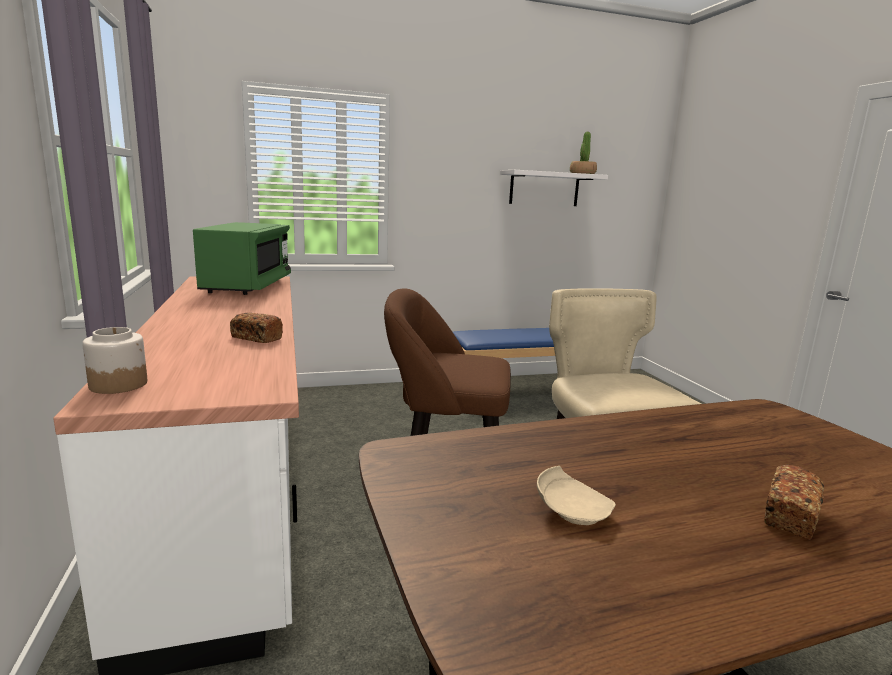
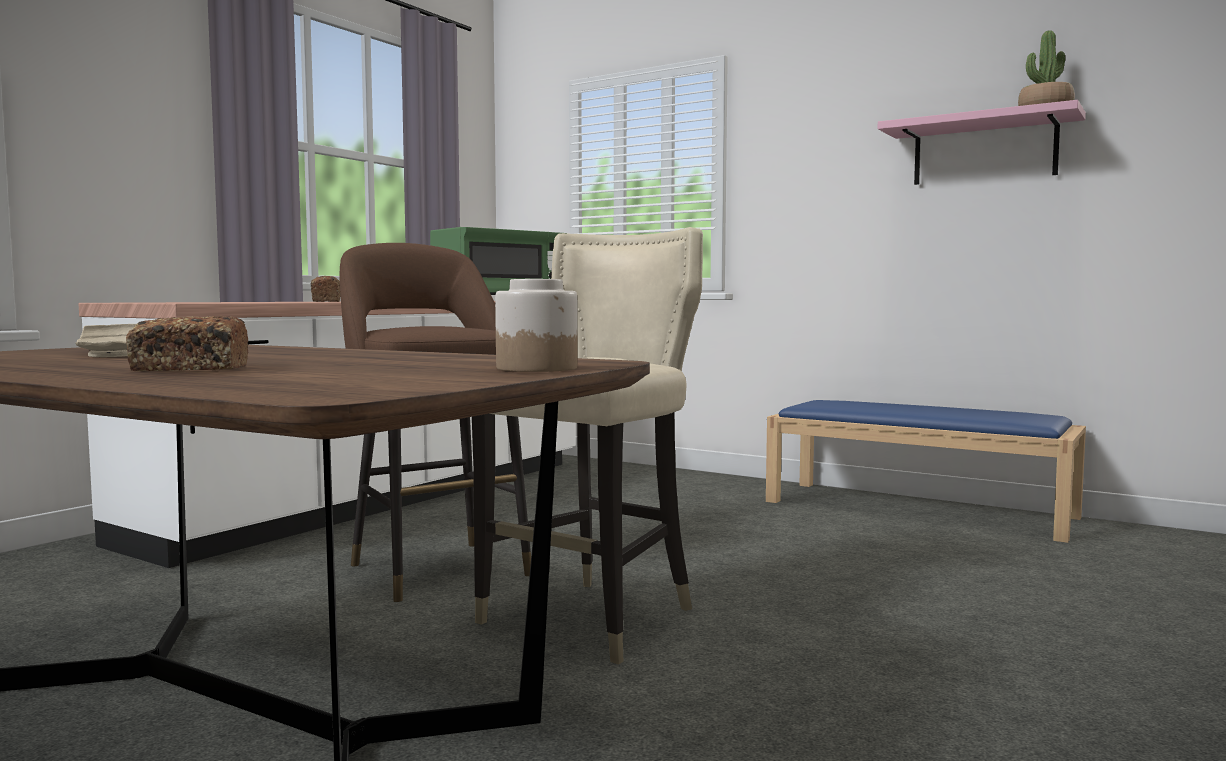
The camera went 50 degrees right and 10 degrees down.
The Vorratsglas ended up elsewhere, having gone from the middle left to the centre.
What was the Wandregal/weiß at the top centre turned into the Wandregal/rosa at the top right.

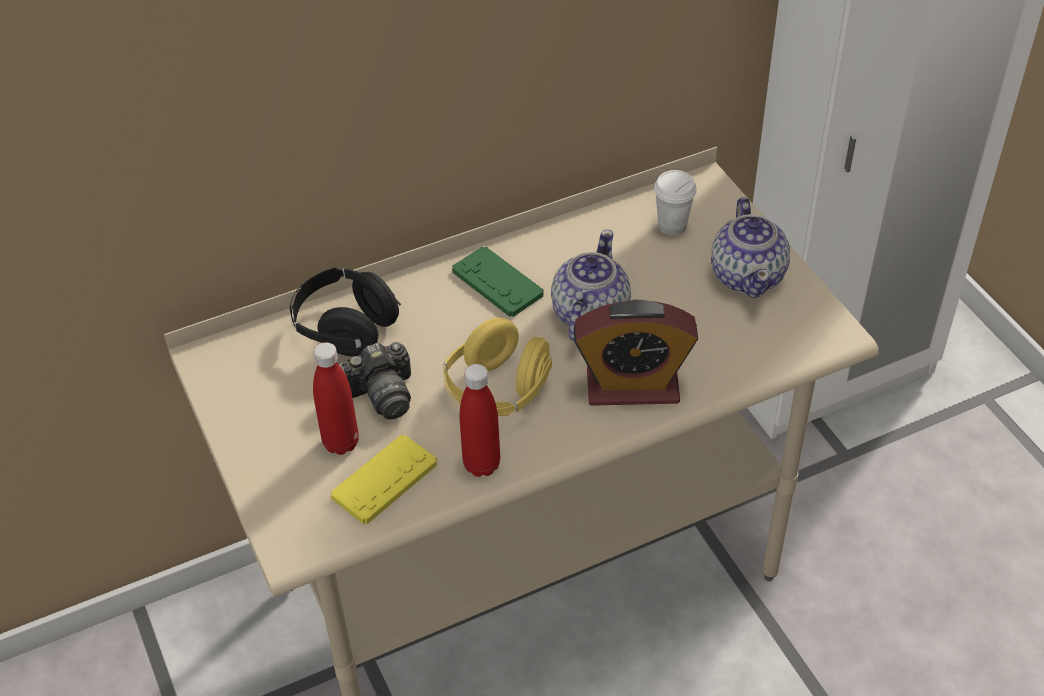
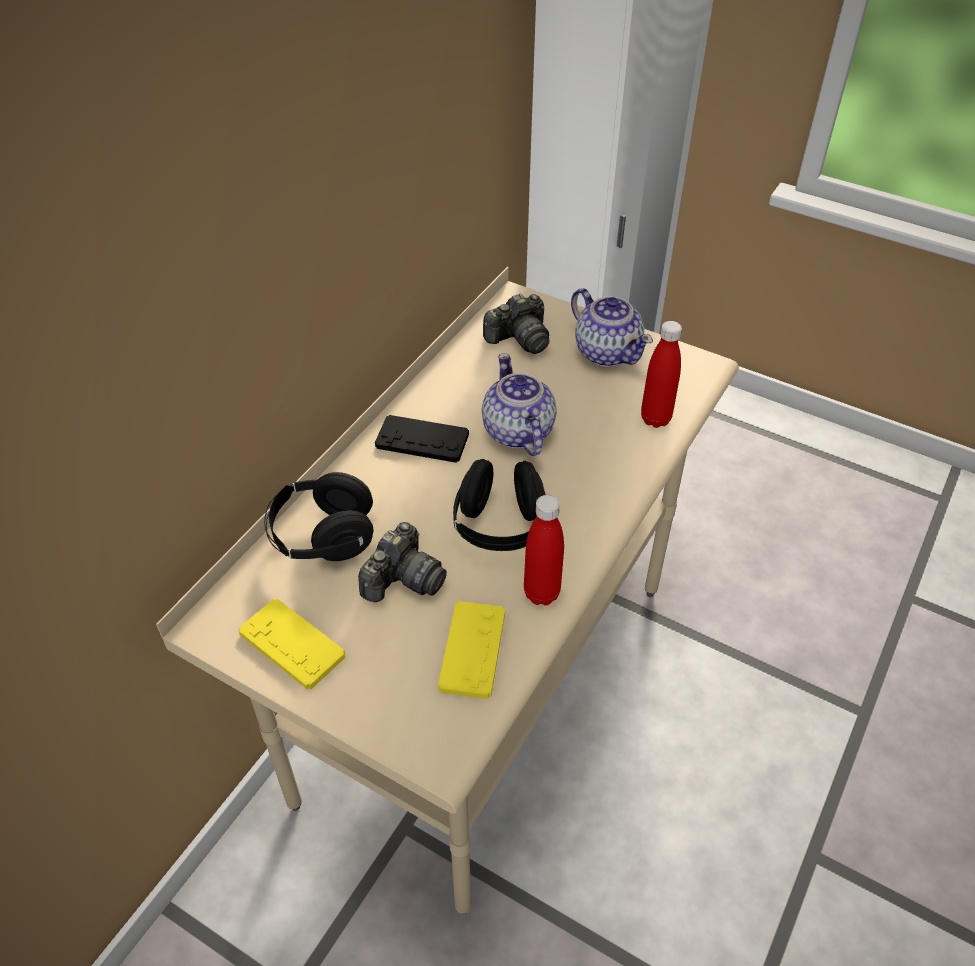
The camera went 35 degrees left and 0 degrees up.
The second view gained the Gamepad/gelb (1st from left) at the bottom left.
What was the Gamepad/grün at the centre turned into the Gamepad/schwarz at the centre.
What was the Kopfhörer/gelb at the centre turned into the Kopfhörer/schwarz (2nd from left) at the centre.
Where the Tasse/weiß stood at the top centre, the Kamera (2nd from left) came to stand at the centre.
The Flasche/rot (1st from left in the first image) ended up elsewhere, having gone from the middle left to the middle right.
The second view lost the Wecker at the centre.

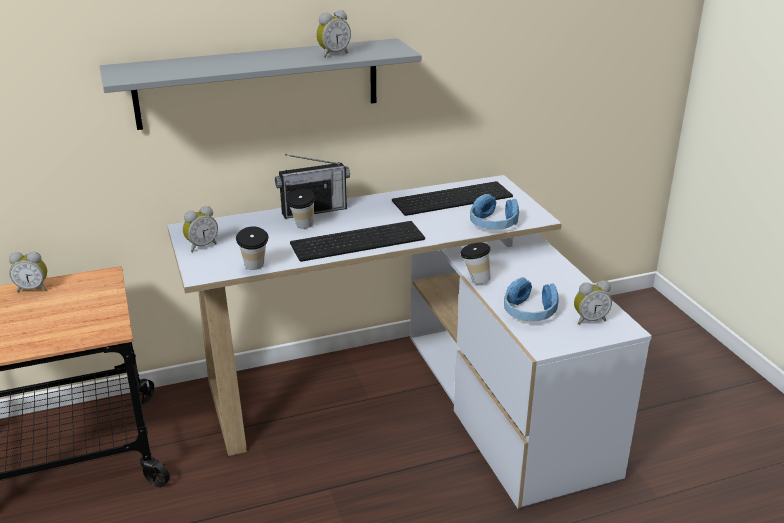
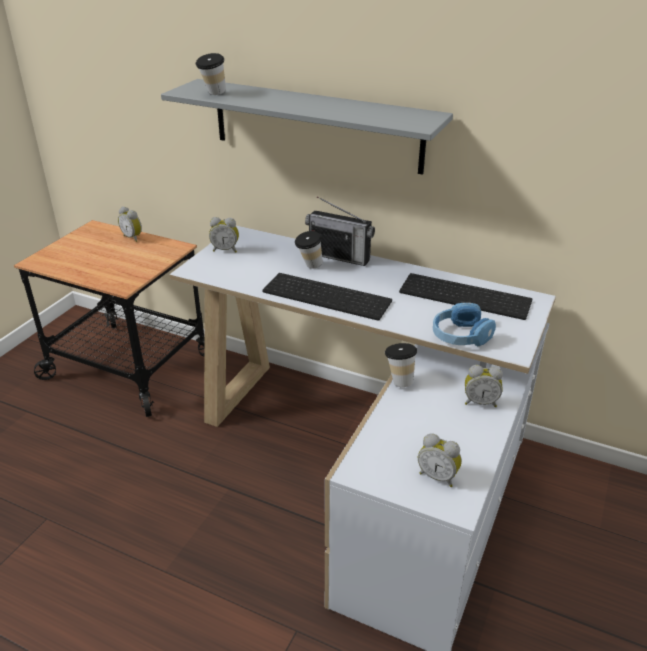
The camera went 45 degrees right and 5 degrees up.
The Tasse (1st from left) ended up elsewhere, having gone from the middle left to the top left.
The Wecker (3rd from left in the first image) ended up elsewhere, having gone from the top centre to the middle right.
The second view lost the Kopfhörer/blau (2nd from left) at the middle right.

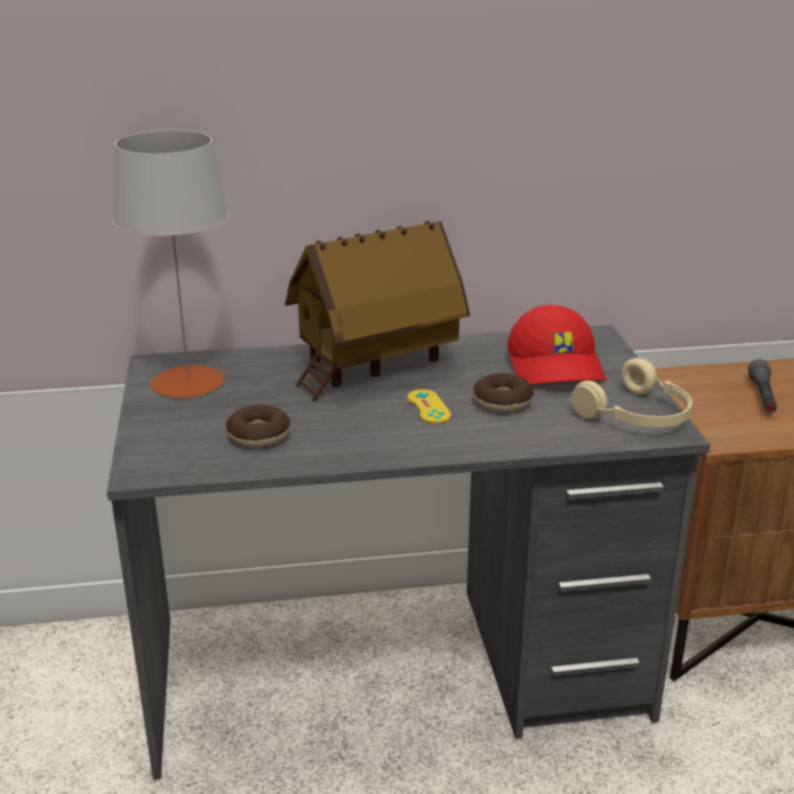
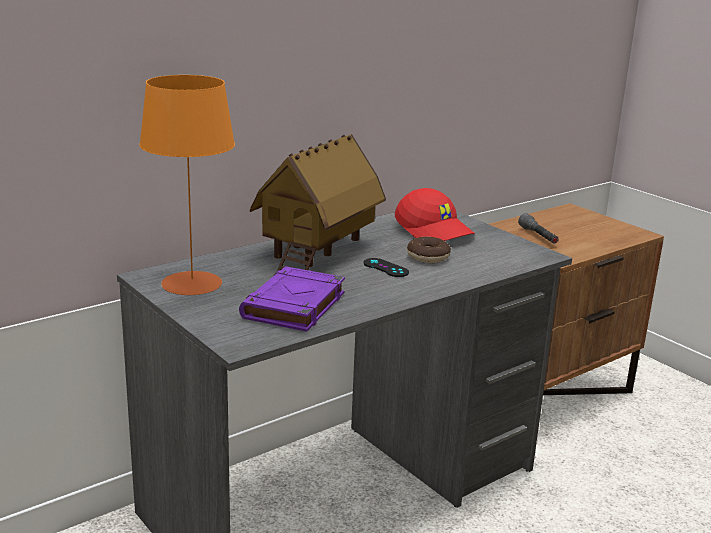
The camera went 30 degrees left and 5 degrees down.
What was the Tischlampe/grau at the top left turned into the Tischlampe/orange at the middle left.
Where the Donut (1st from left) stood at the middle left, the Buch/lila came to stand at the centre.
What was the Gamepad/gelb at the centre turned into the Gamepad/schwarz at the centre.
The second view lost the Kopfhörer/beige at the middle right.

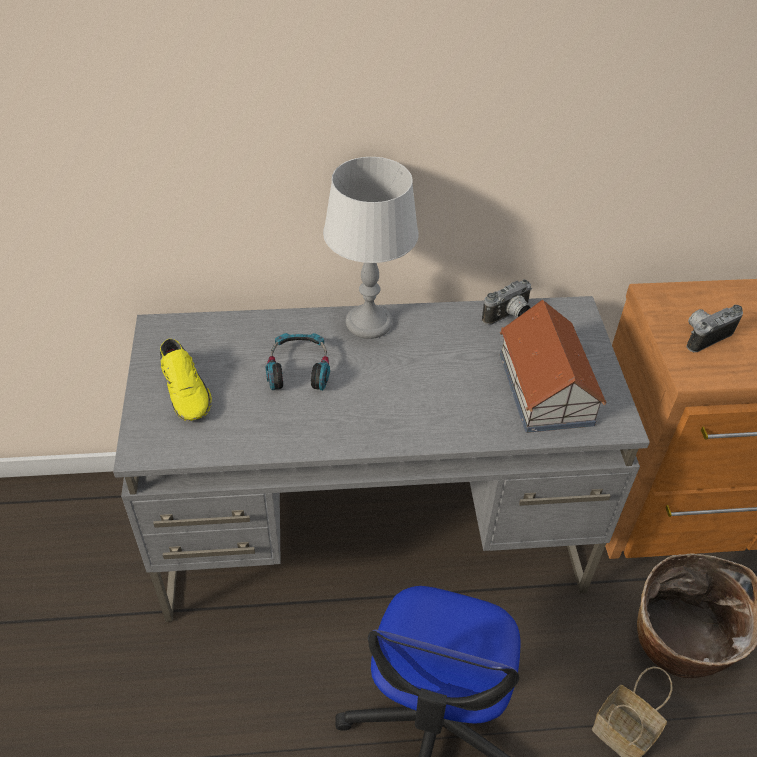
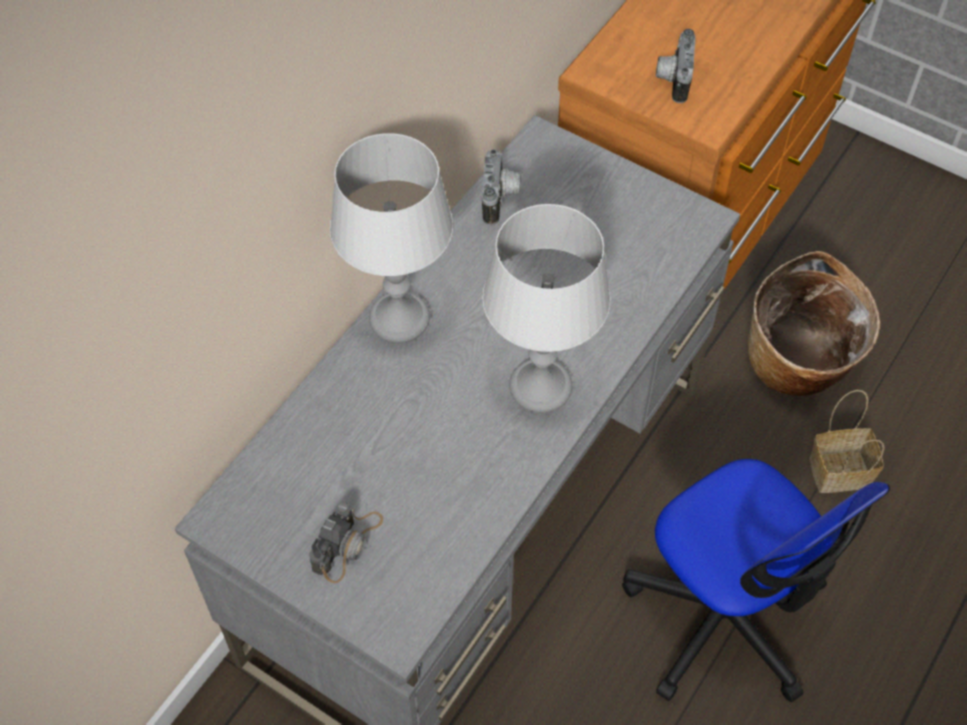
The camera went 50 degrees left and 10 degrees up.
Where the Schuh/gelb stood at the middle left, the Kamera (1st from left) came to stand at the bottom centre.
The second view gained the Tischlampe/grau (2nd from left) at the centre.
The second view lost the Kopfhörer at the centre.
The second view lost the Spielzeughaus at the middle right.

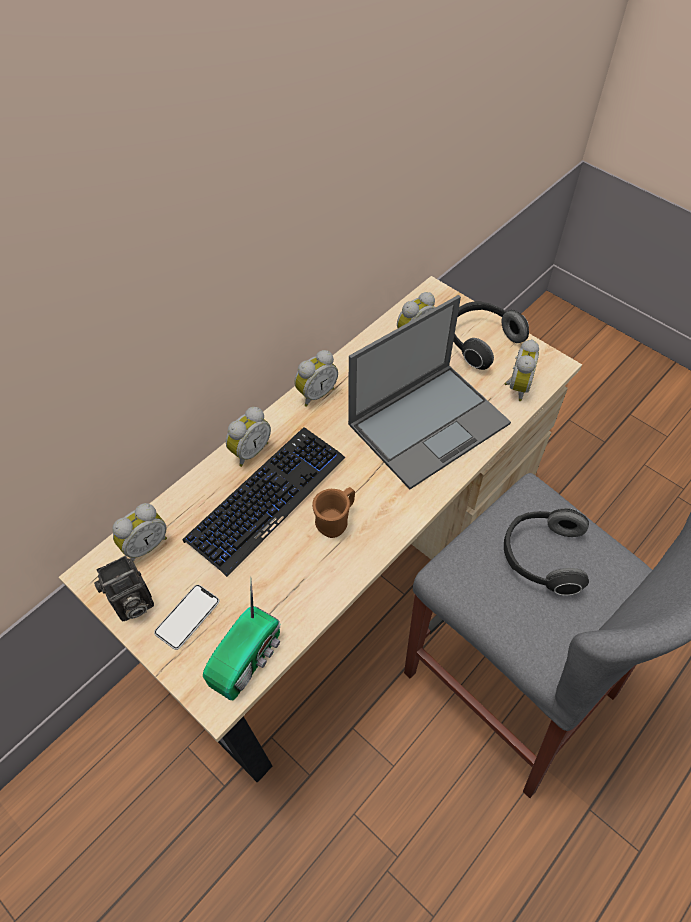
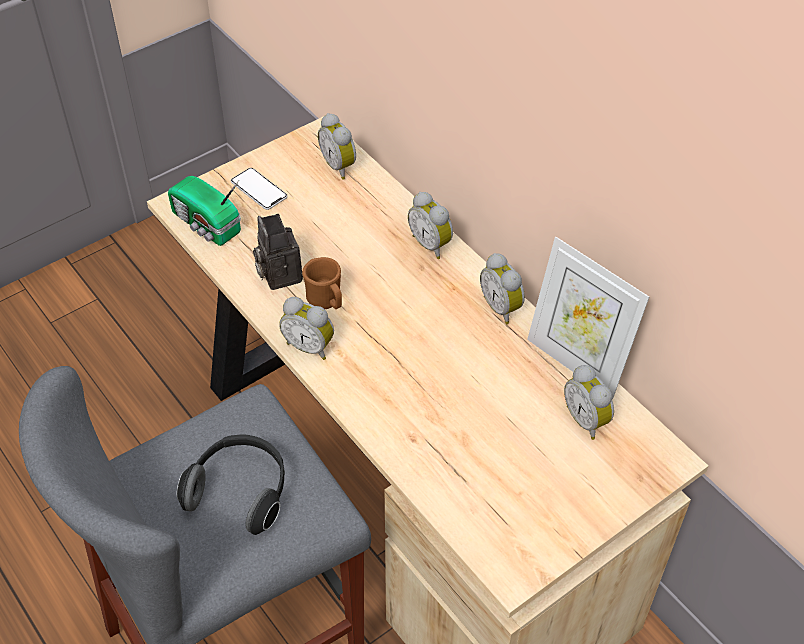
The camera went 100 degrees right and 5 degrees down.
The Kamera ended up elsewhere, having gone from the middle left to the centre.
The Wecker (5th from left in the first image) ended up elsewhere, having gone from the middle right to the centre.
The second view gained the Bilderrahmen at the middle right.
The second view lost the Tastatur at the centre.
The second view lost the Laptop at the centre.
The second view lost the Kopfhörer (1st from left) at the middle right.

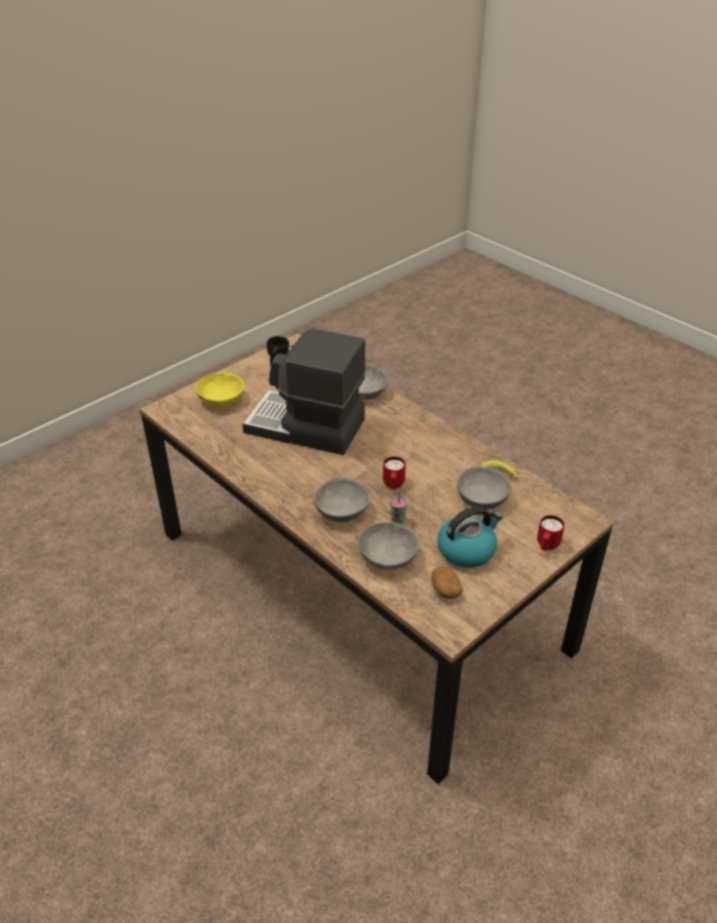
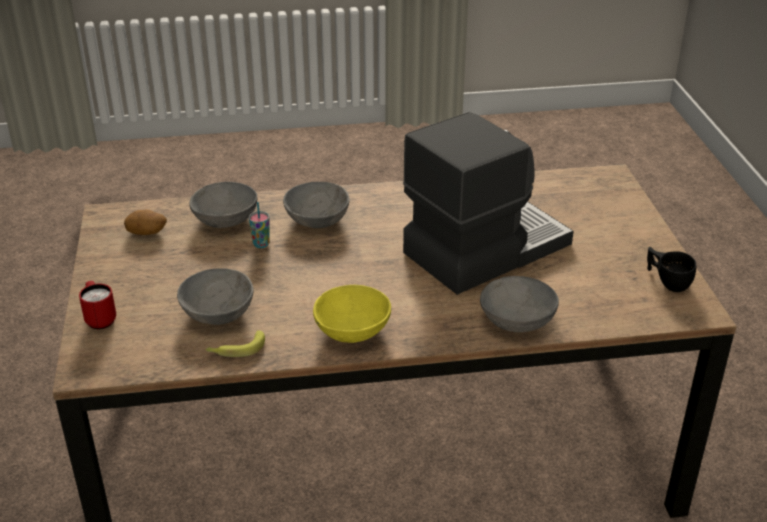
The camera went 125 degrees right and 5 degrees down.
The Schüssel/gelb ended up elsewhere, having gone from the middle left to the centre.
The second view lost the Henkelbecher/rot (1st from left) at the centre.
The second view lost the Wasserkessel at the centre.

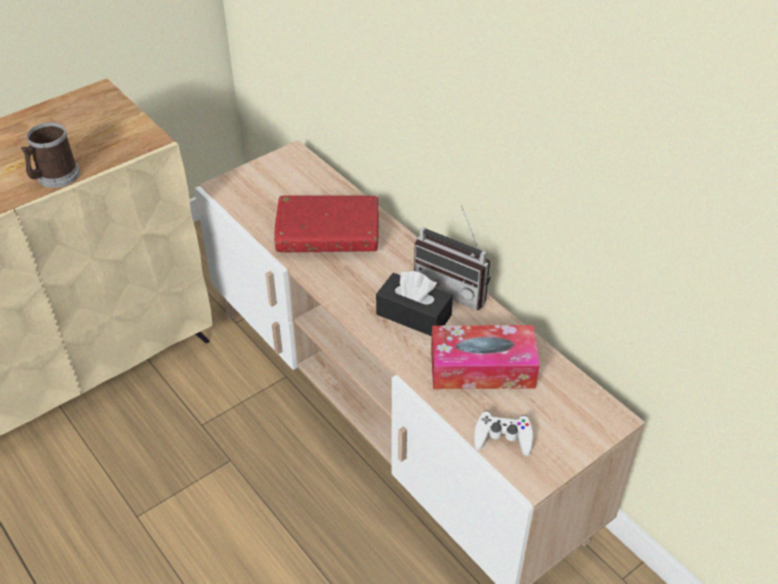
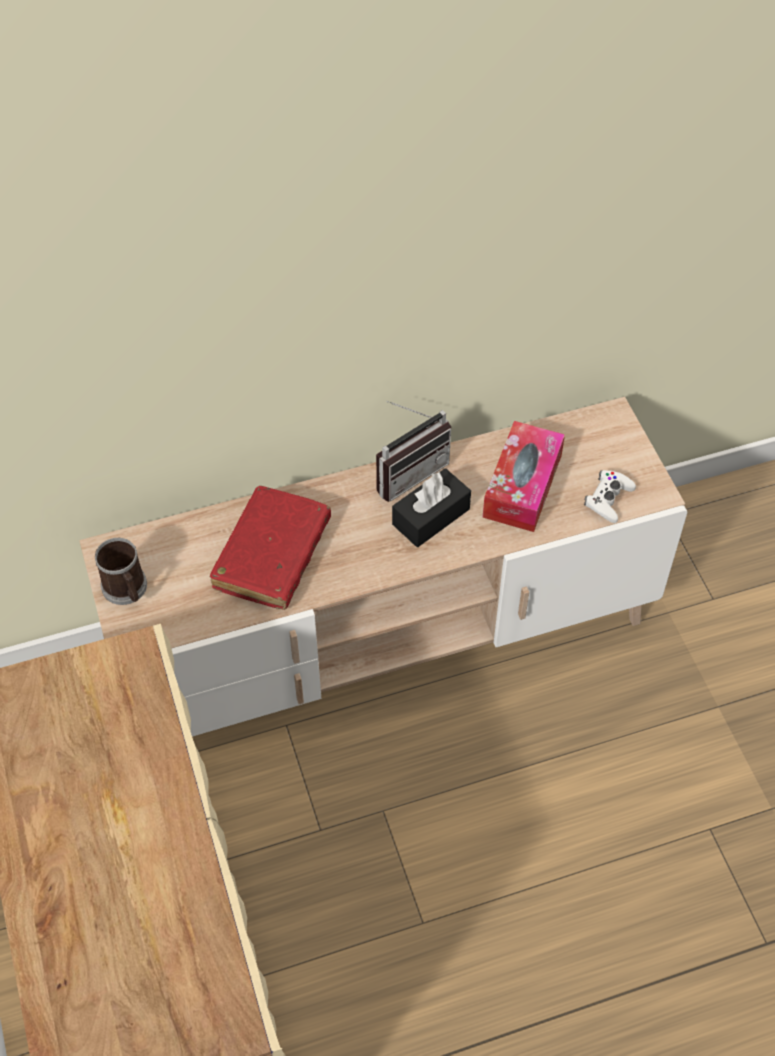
The camera went 70 degrees left and 10 degrees up.
The Henkelbecher ended up elsewhere, having gone from the top left to the middle left.

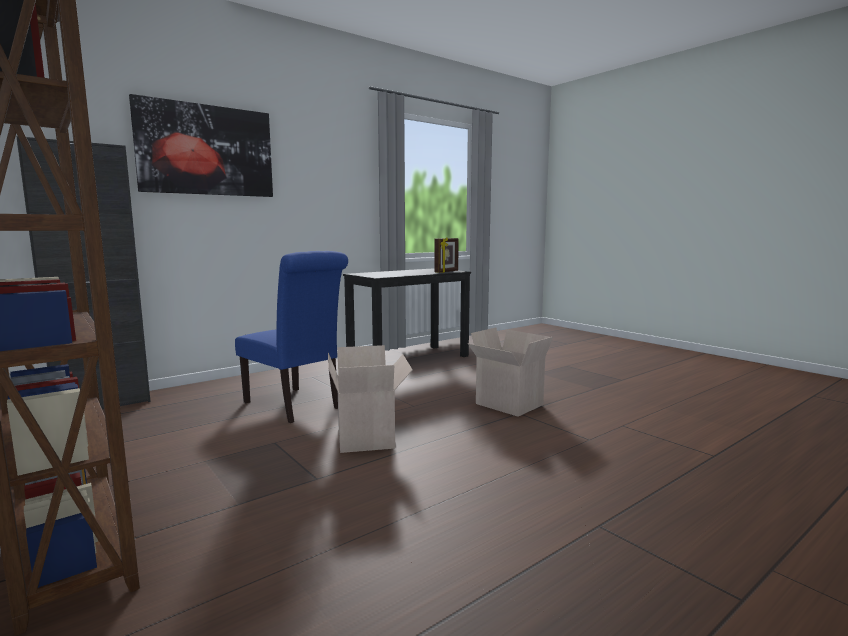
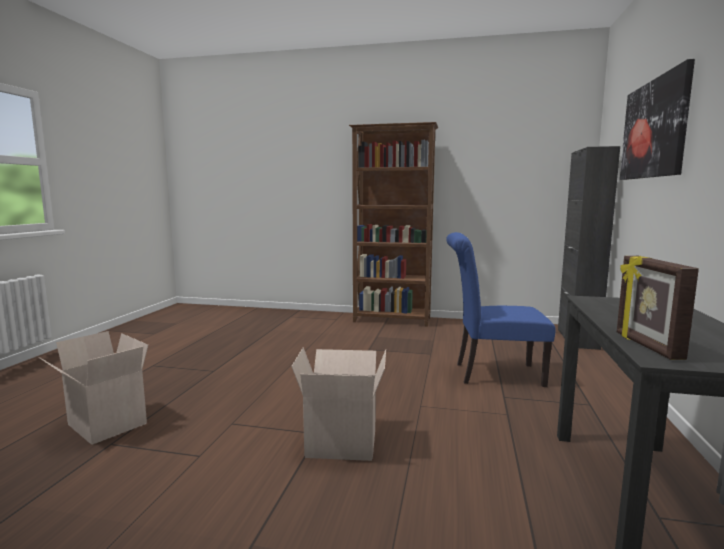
The camera went 140 degrees right and 0 degrees up.
The Karton (1st from left) ended up elsewhere, having gone from the centre to the bottom left.

